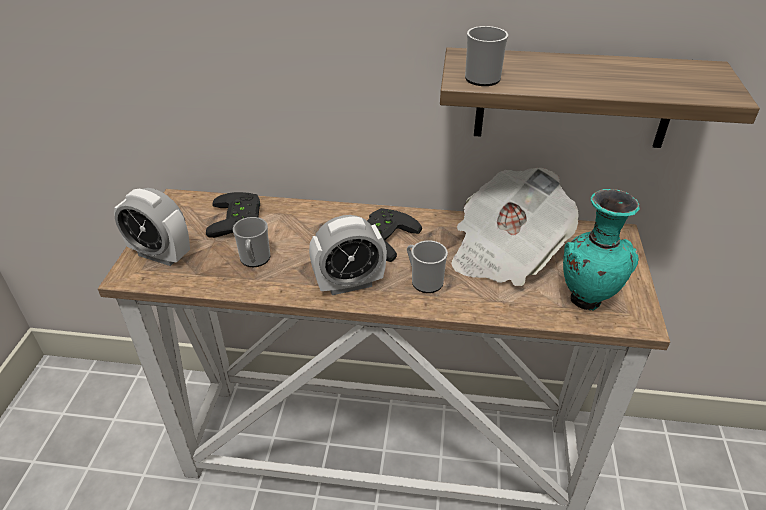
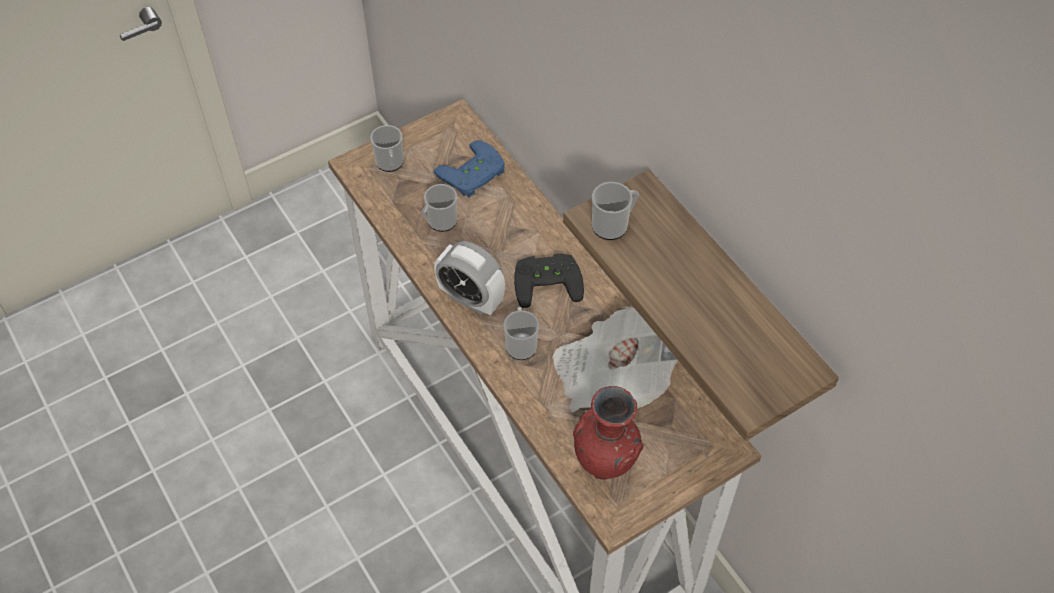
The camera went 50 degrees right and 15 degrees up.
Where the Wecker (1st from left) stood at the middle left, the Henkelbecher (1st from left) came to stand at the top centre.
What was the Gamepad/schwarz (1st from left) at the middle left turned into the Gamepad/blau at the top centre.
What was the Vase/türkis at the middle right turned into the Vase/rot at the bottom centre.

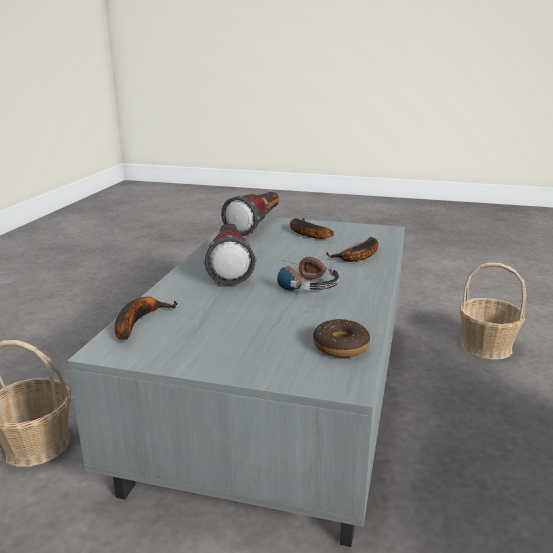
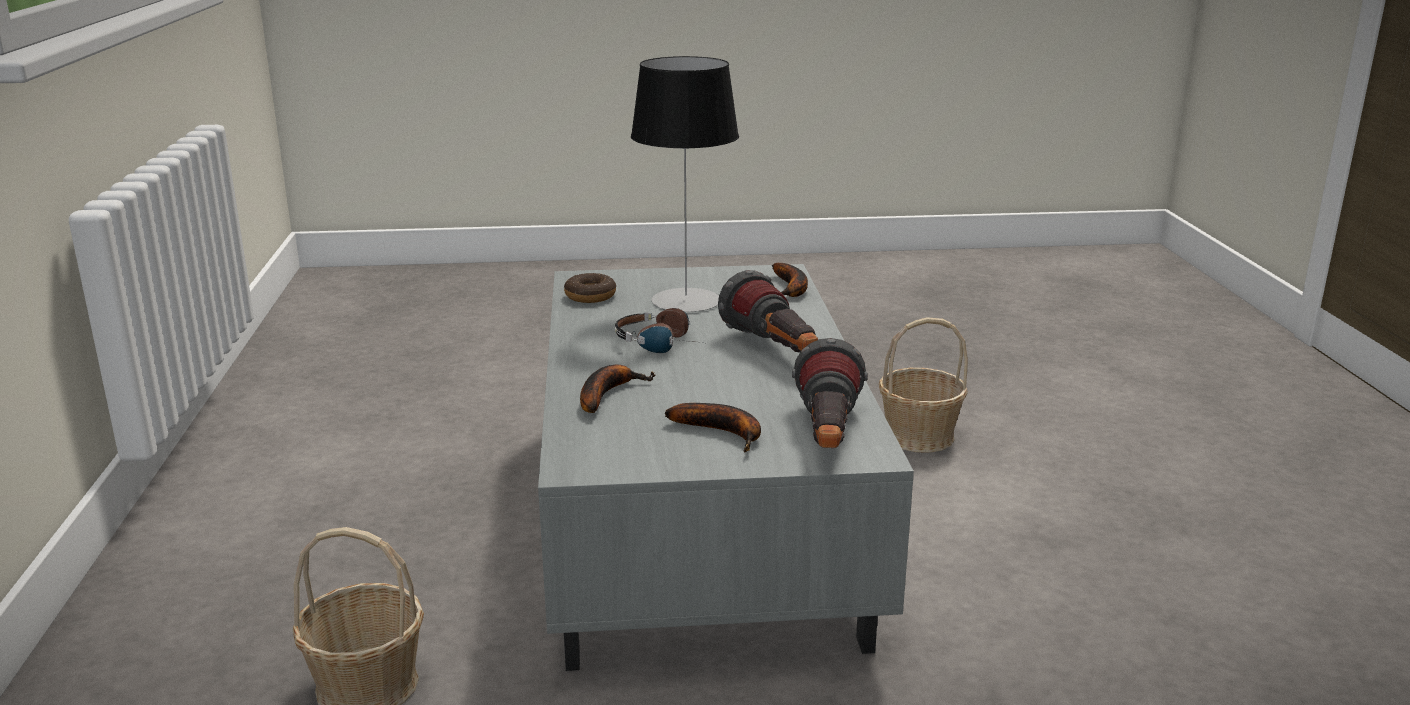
The camera went 160 degrees right and 0 degrees up.
The second view gained the Tischlampe at the top centre.

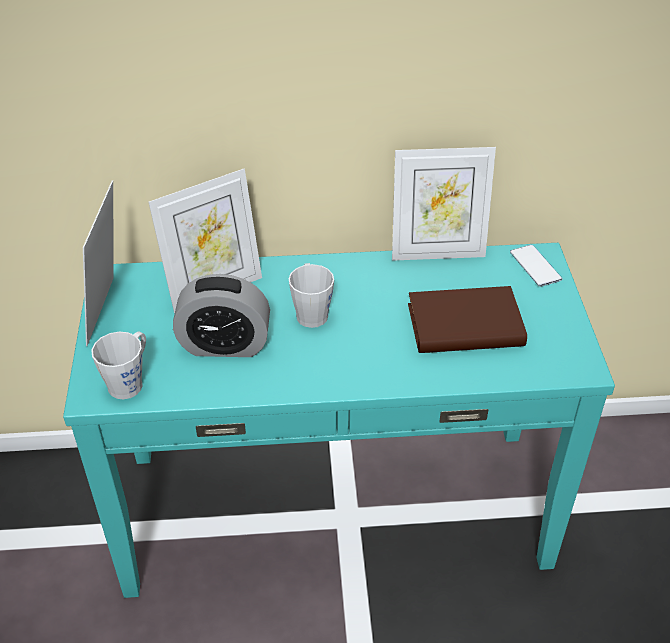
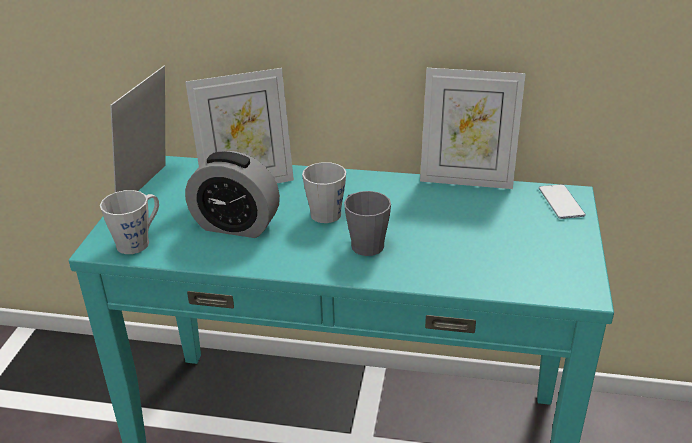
The camera went 15 degrees right and 10 degrees down.
The second view gained the Henkelbecher/grau (3rd from left) at the centre.
The second view lost the Buch/braun at the middle right.

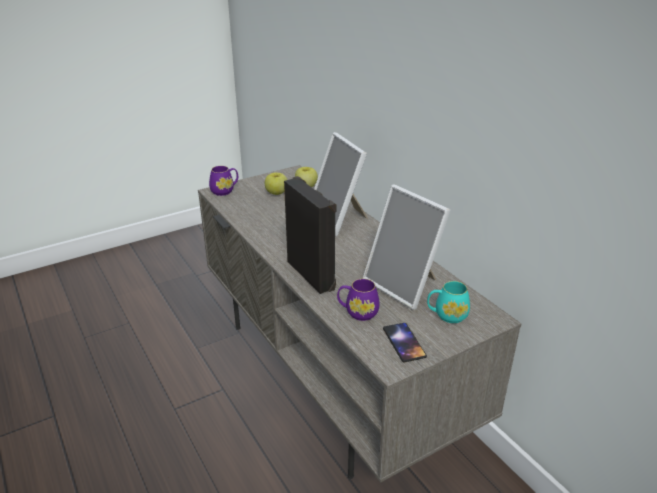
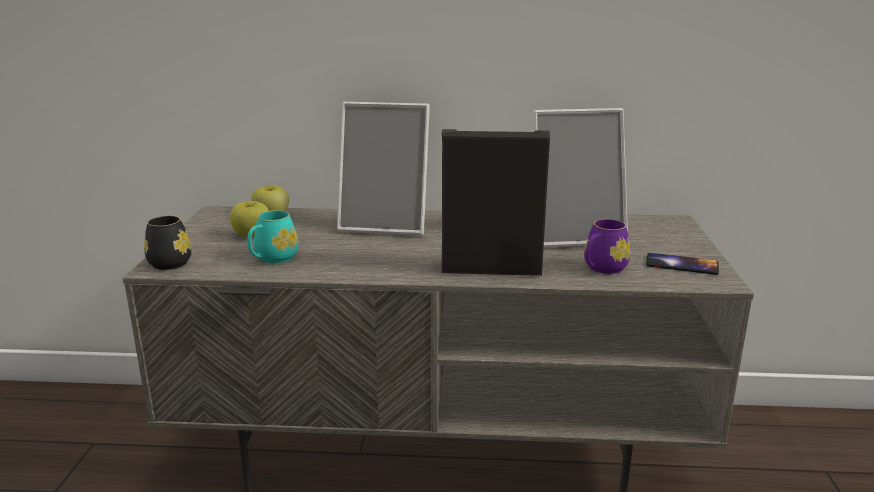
The camera went 55 degrees left and 10 degrees down.
What was the Henkelbecher/lila (1st from left) at the centre turned into the Henkelbecher/schwarz at the middle left.
The Henkelbecher/türkis ended up elsewhere, having gone from the middle right to the middle left.

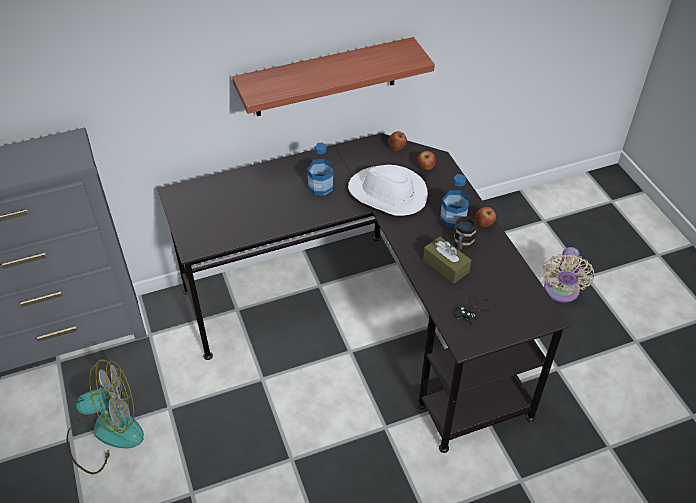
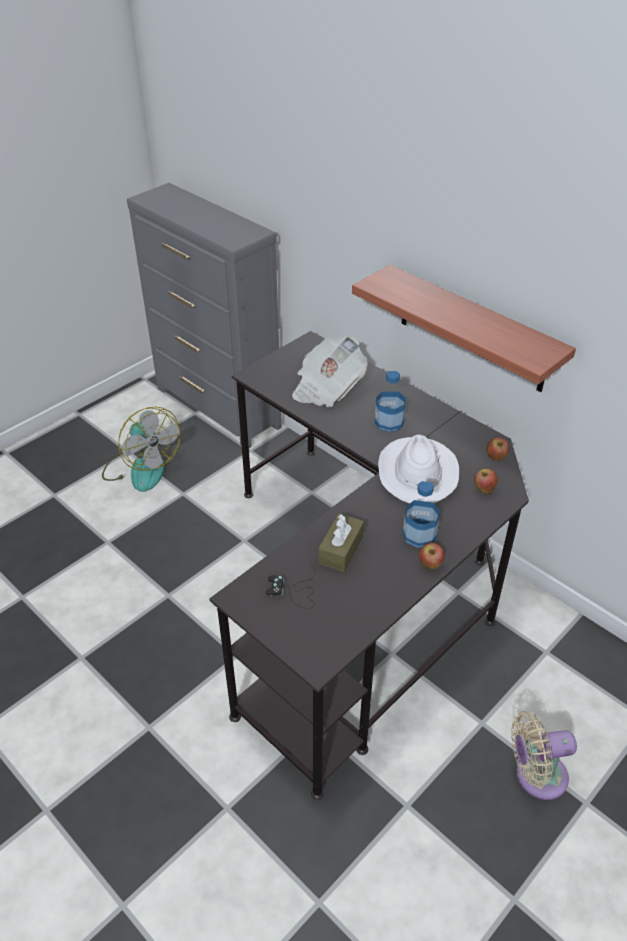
The camera went 65 degrees right and 5 degrees down.
The second view gained the Zeitung at the centre.
The second view lost the Henkelbecher at the middle right.

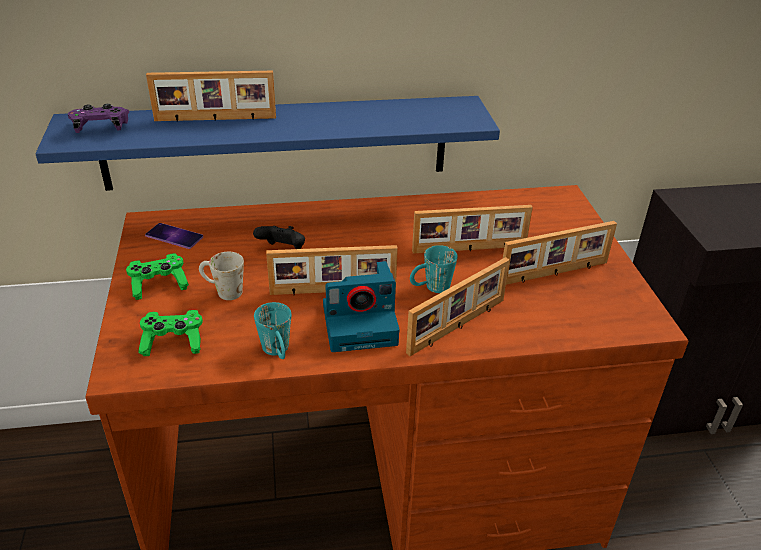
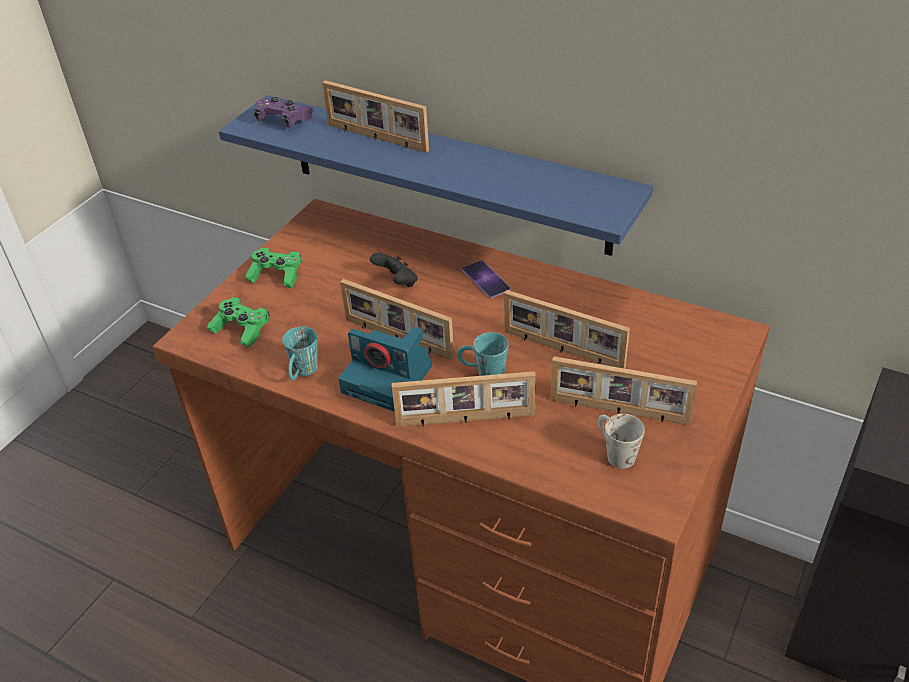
The camera went 40 degrees right and 5 degrees up.
The Handy ended up elsewhere, having gone from the middle left to the centre.
The Henkelbecher/weiß ended up elsewhere, having gone from the middle left to the middle right.

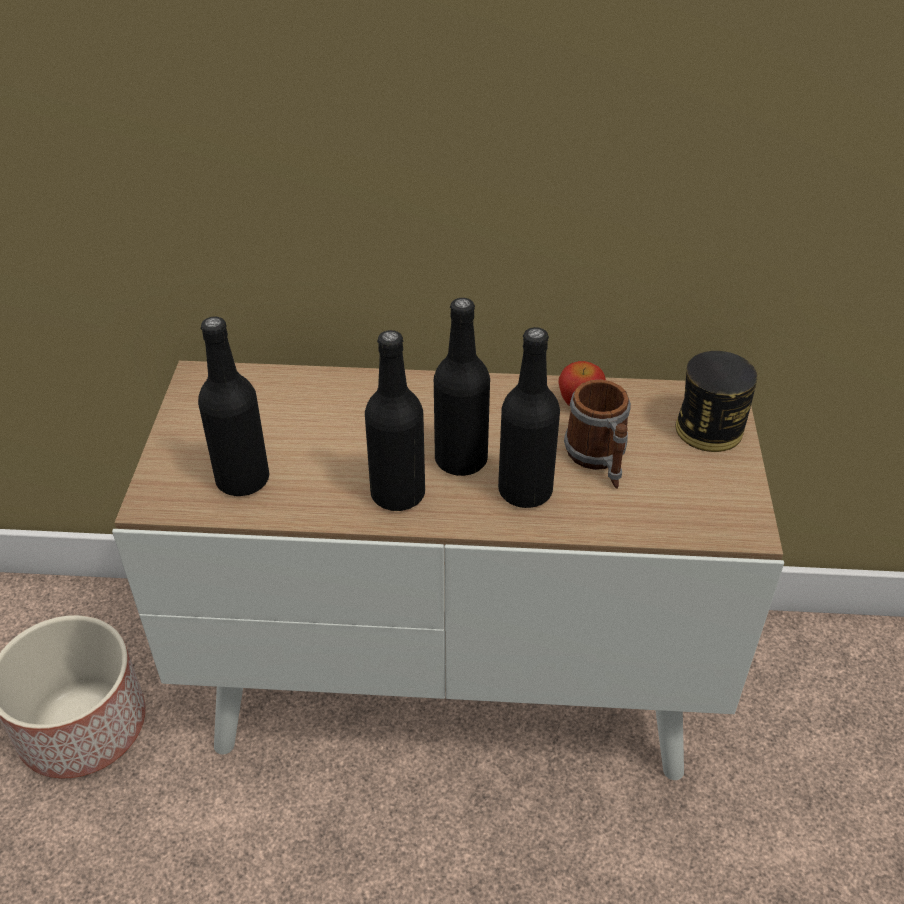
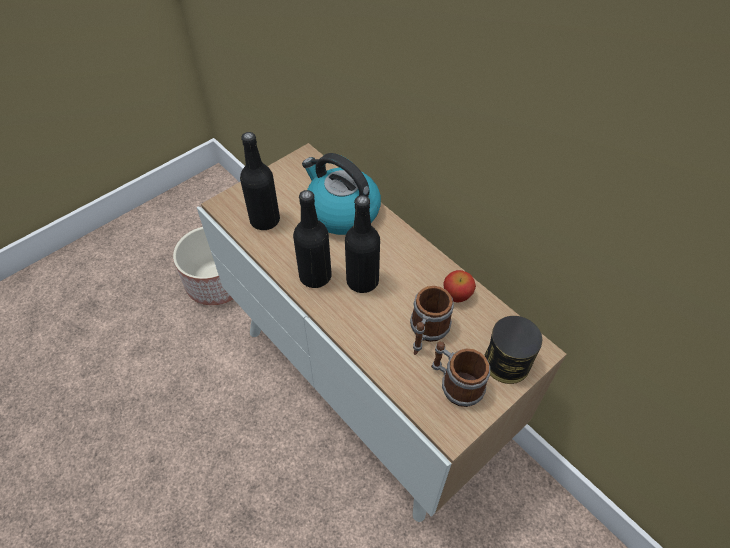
The camera went 45 degrees right and 10 degrees up.
The second view gained the Wasserkessel at the centre.
The second view gained the Henkelbecher (2nd from left) at the bottom centre.
The second view lost the Flasche/schwarz (4th from left) at the centre.

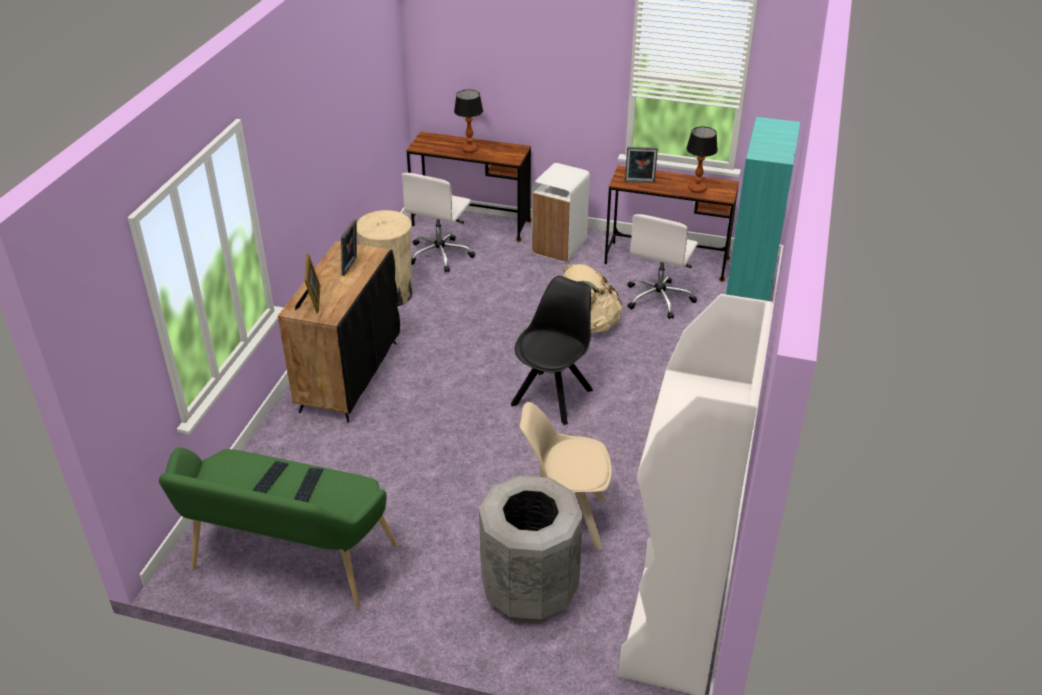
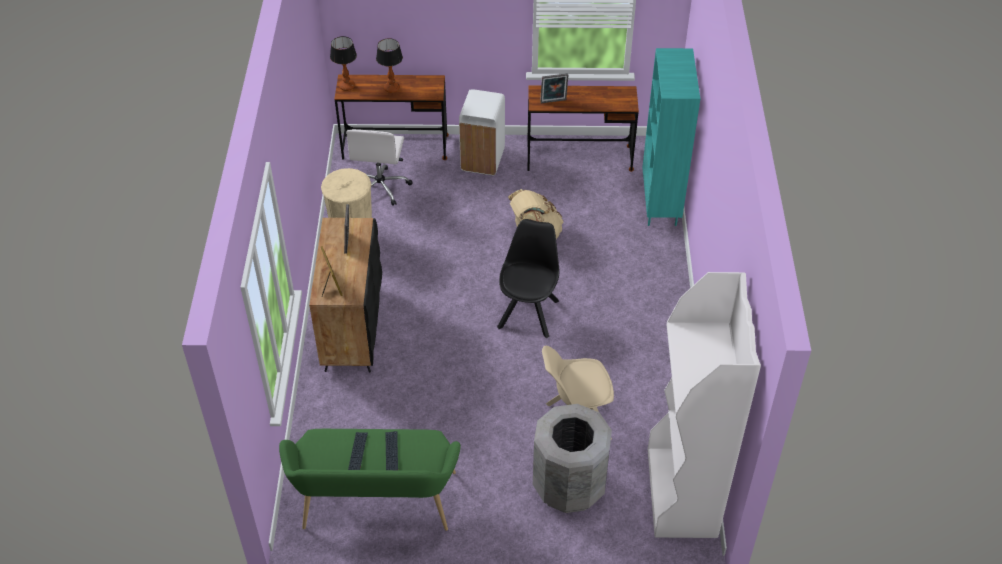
The camera went 15 degrees left and 10 degrees up.
The Tischlampe (2nd from left in the first image) ended up elsewhere, having gone from the top right to the top centre.
The second view lost the Bürostuhl/weiß (2nd from left) at the centre.

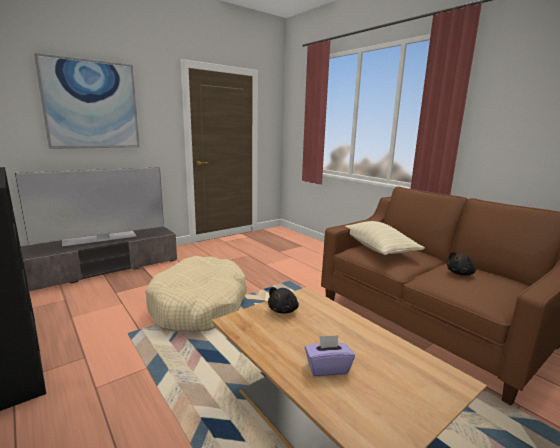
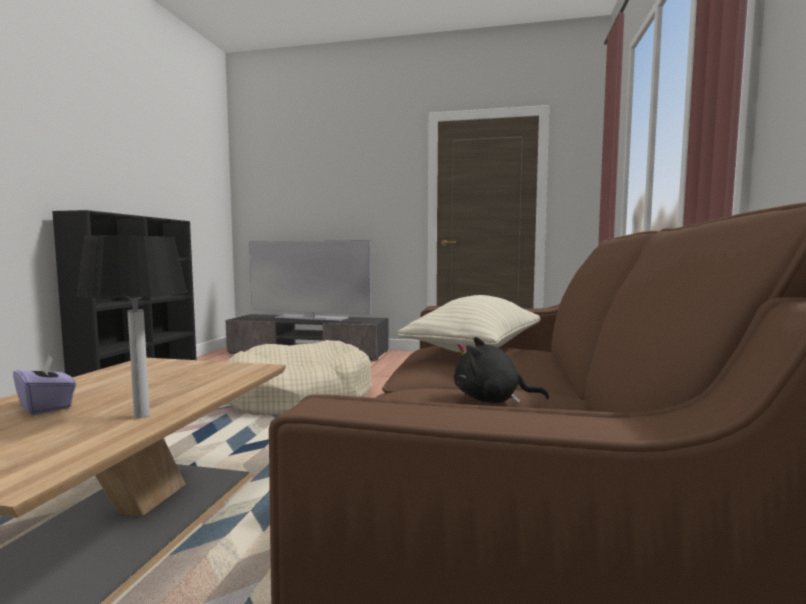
The camera went 50 degrees right and 10 degrees down.
The second view gained the Tischlampe at the middle left.
The second view lost the Bild at the top left.
The second view lost the Plüschtier/schwarz (1st from left) at the bottom centre.

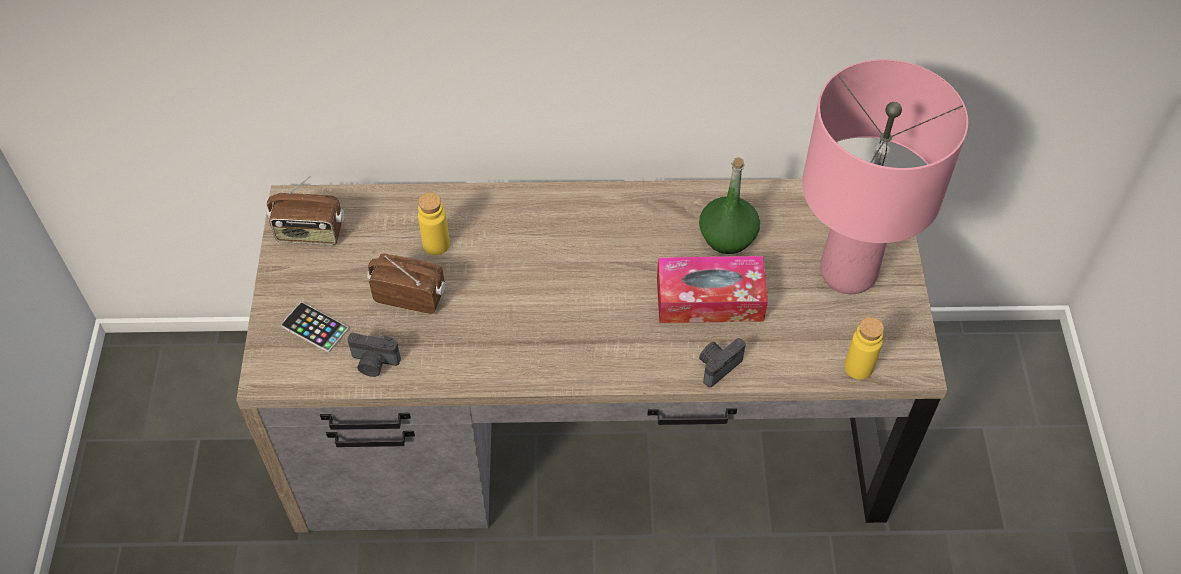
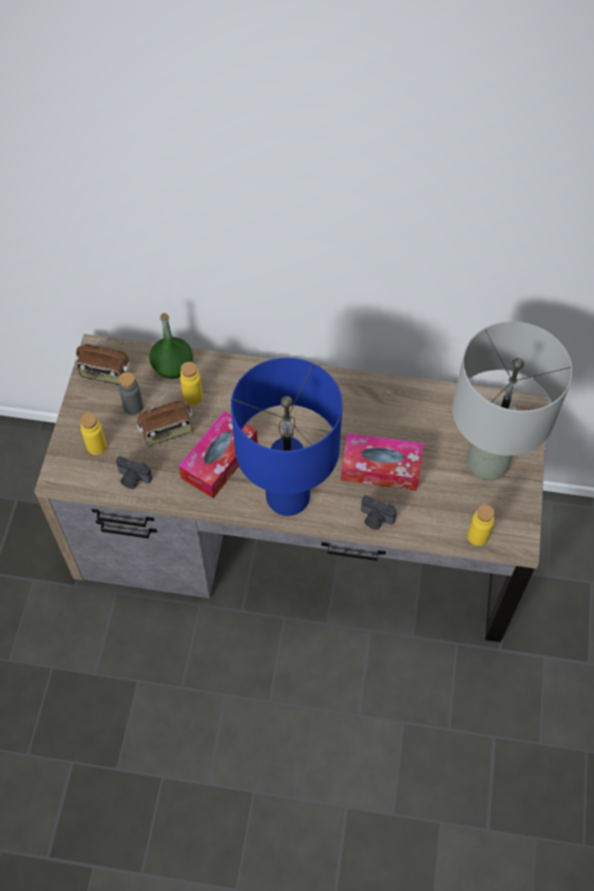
The camera went 10 degrees right and 5 degrees up.
Where the Handy stood at the middle left, the Flasche/gelb (1st from left) came to stand at the middle left.
The second view gained the Flasche/grau at the middle left.
The Radio (2nd from left) at the centre ended up facing another way, 135 degrees clockwise from before.
The Flasche/grün ended up elsewhere, having gone from the centre to the middle left.
The second view gained the Taschentuchbox (1st from left) at the centre.
The second view gained the Tischlampe/blau at the centre.
The Kamera (2nd from left) at the centre ended up facing another way, 120 degrees counterclockwise from before.
What was the Tischlampe/rosa at the top right turned into the Tischlampe/grau at the middle right.

